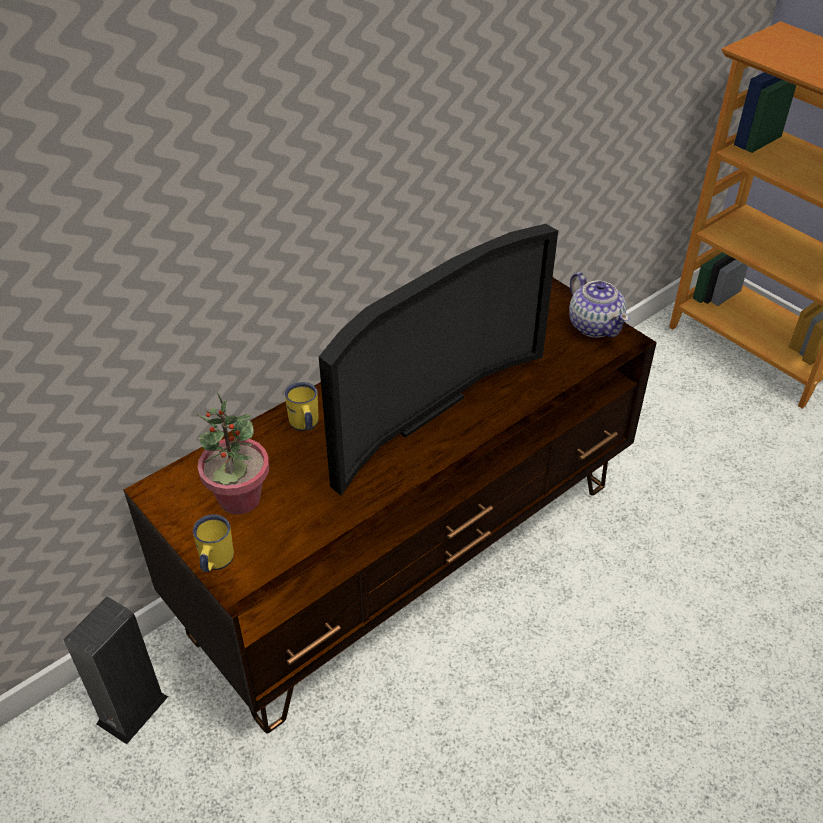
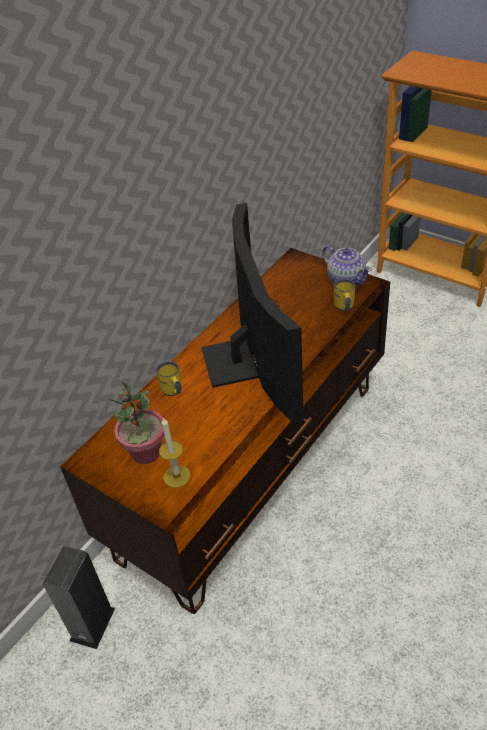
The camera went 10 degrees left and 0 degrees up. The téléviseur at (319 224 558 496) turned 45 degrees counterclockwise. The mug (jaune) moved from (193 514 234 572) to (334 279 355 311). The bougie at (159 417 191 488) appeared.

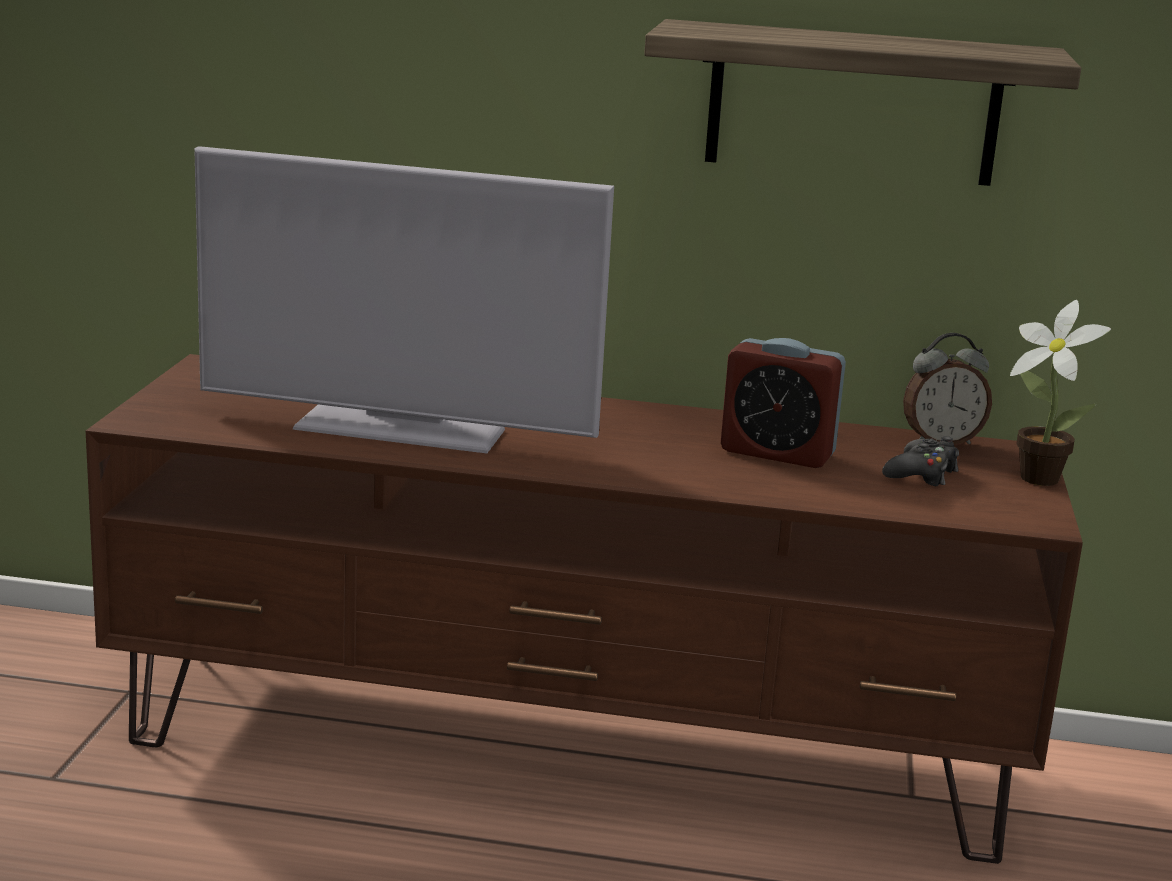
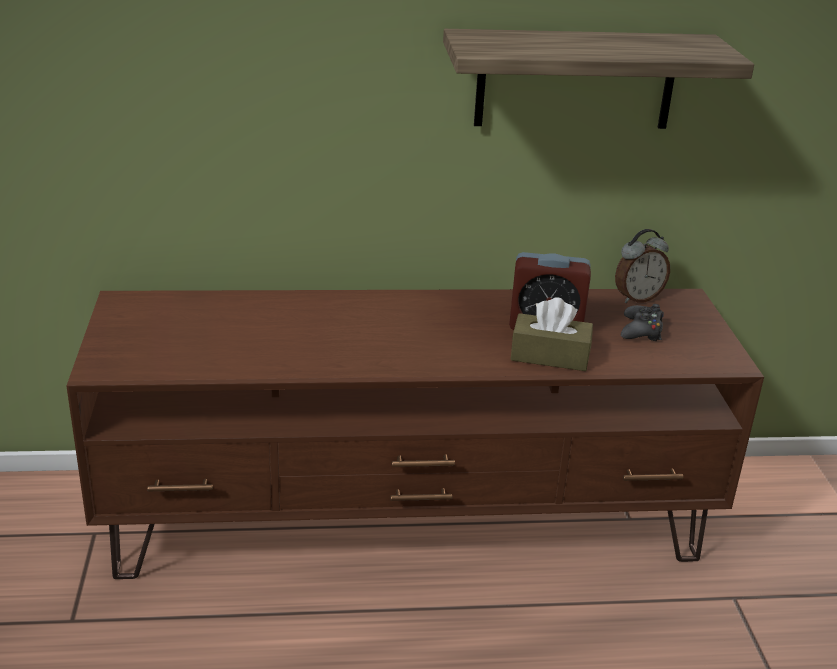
The camera went 15 degrees left and 10 degrees up. The téléviseur at (194 146 614 453) disappeared. The plante en pot at (1010 300 1111 486) disappeared. The boîte à mouchoirs (marron) at (511 297 593 371) appeared.

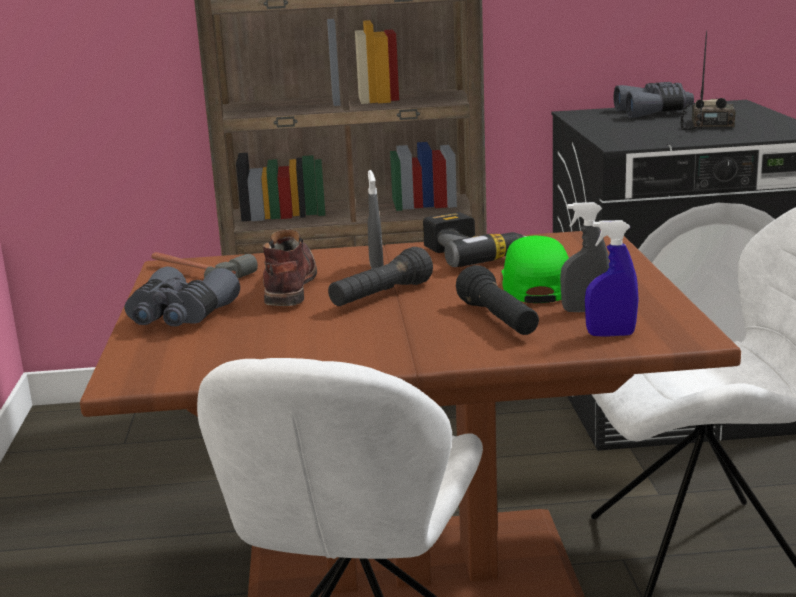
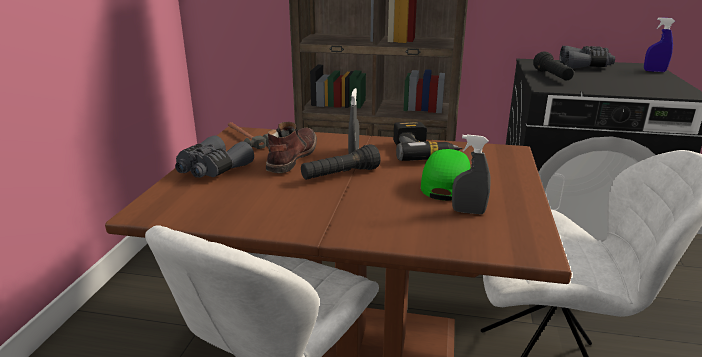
The camera went 15 degrees right and 5 degrees up. The radio at (680 31 735 130) disappeared. The vaporisateur (bleu) moved from (585 220 639 337) to (644 17 675 72). The lampe de poche (noir) moved from (456 265 539 335) to (533 51 574 81).

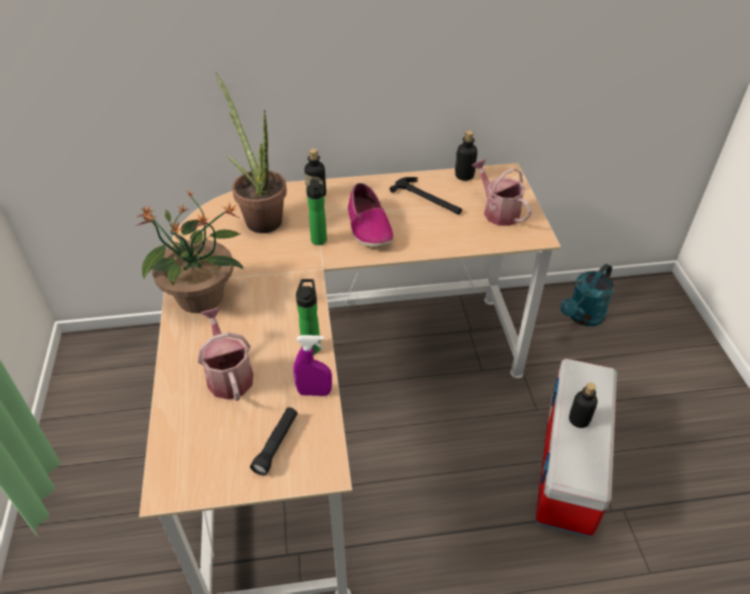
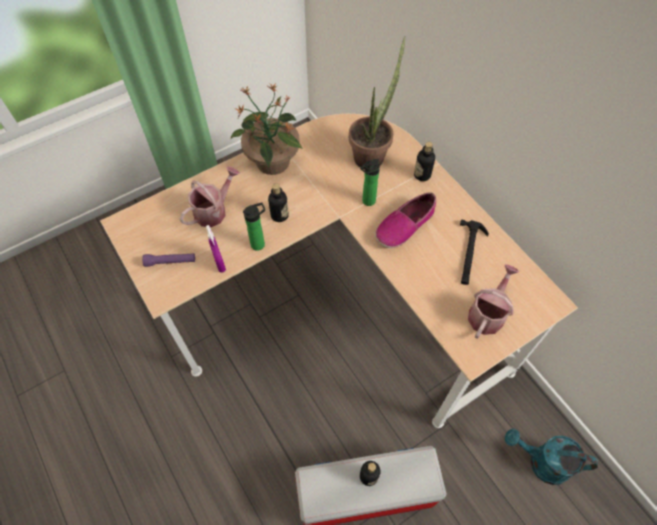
The camera went 65 degrees right and 15 degrees up. The bouteille moved from (455 131 478 181) to (268 183 289 222). The lampe de poche (noir) at (250 407 297 476) became the lampe de poche (violet) at (142 253 195 267).

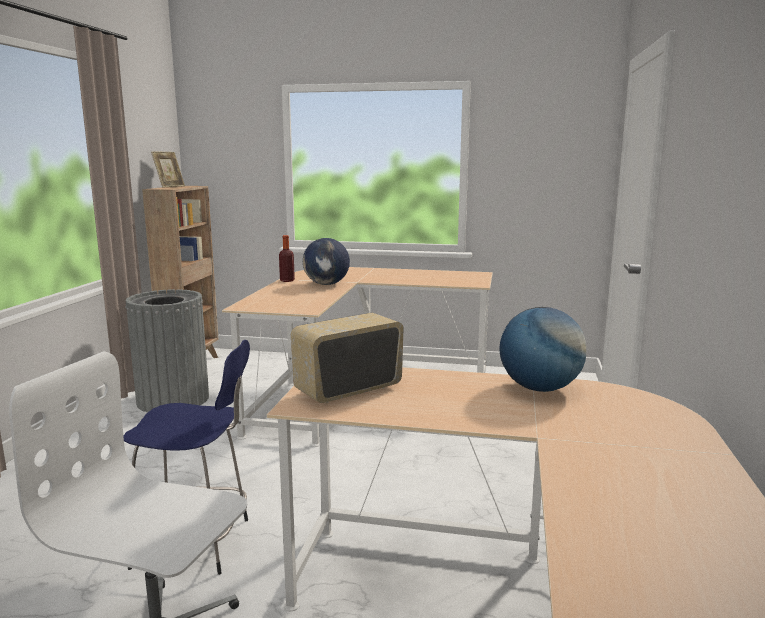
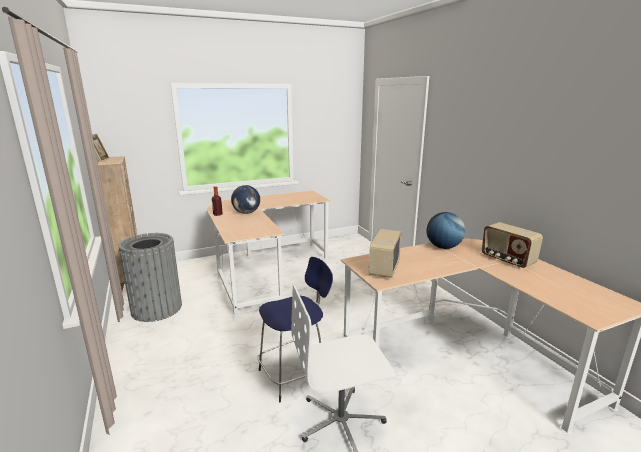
The camera went 35 degrees left and 5 degrees up. The radio at (482 222 543 268) appeared.

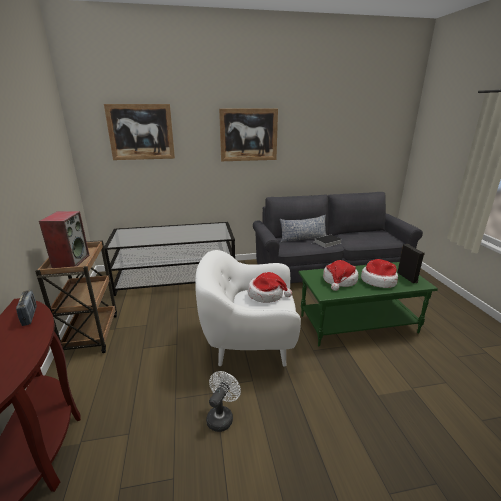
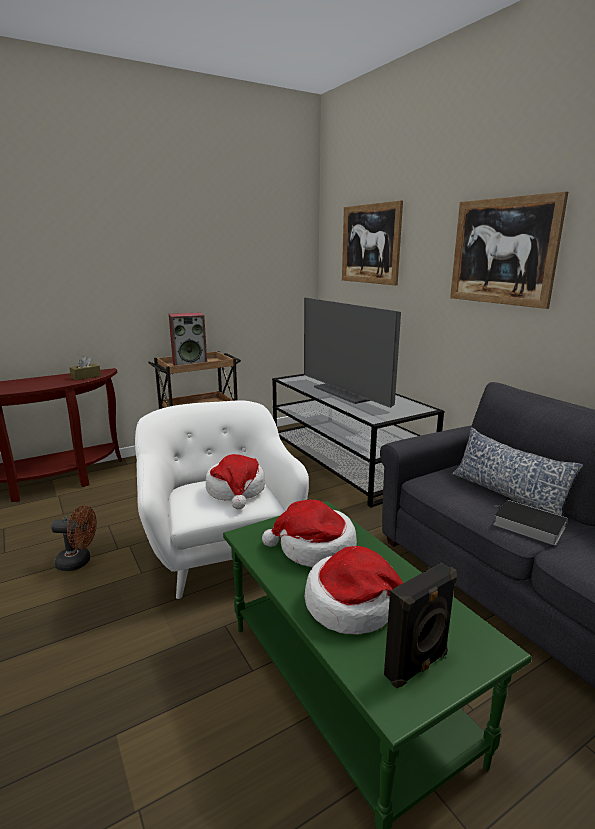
The camera went 70 degrees right and 5 degrees down. The radio at (16 290 37 326) was replaced by the boîte à mouchoirs (marron) at (69 356 101 380). The ventilateur (blanc) at (206 371 241 432) became the ventilateur (marron) at (51 505 97 571). The téléviseur at (304 298 401 408) appeared.

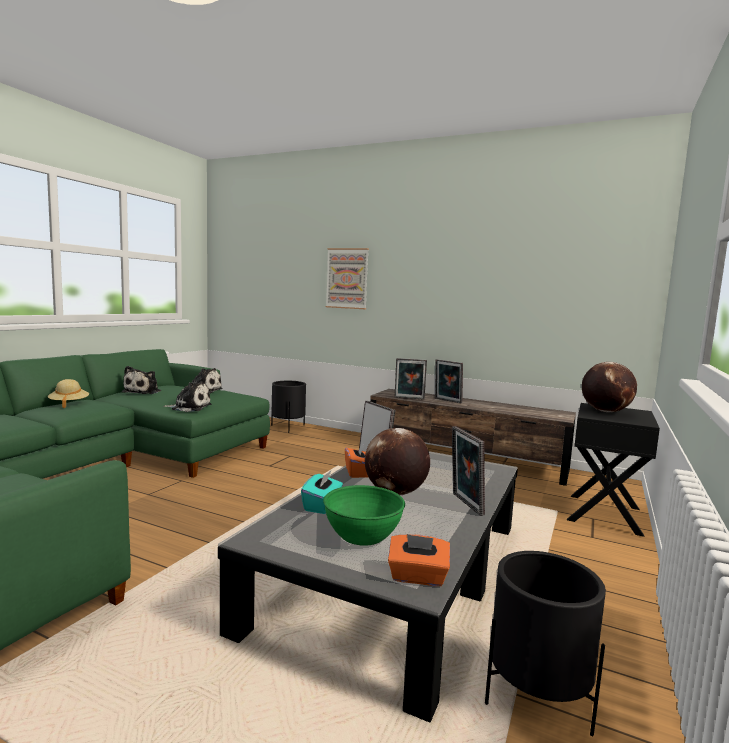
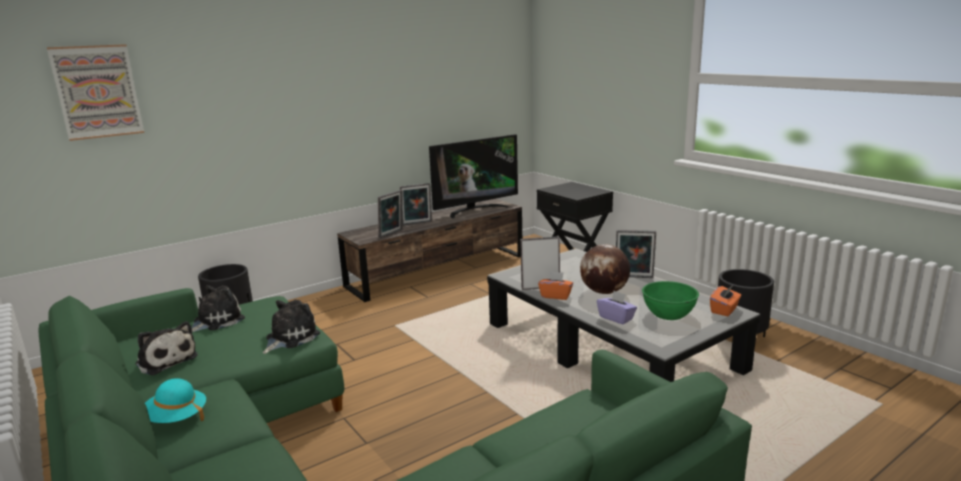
The camera went 60 degrees left and 10 degrees up. The tableau moved from (326 248 369 309) to (47 44 144 141). The globe at (582 362 637 412) disappeared. The chapeau (beige) at (48 379 89 408) became the chapeau (turquoise) at (145 379 206 423). The boîte à mouchoirs (turquoise) at (301 470 343 514) became the boîte à mouchoirs (violet) at (597 291 637 325). The téléviseur at (429 134 518 219) appeared.

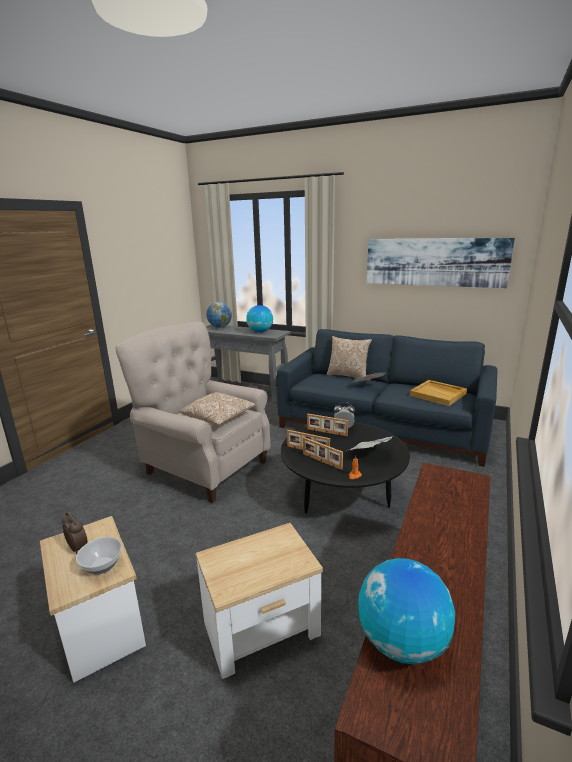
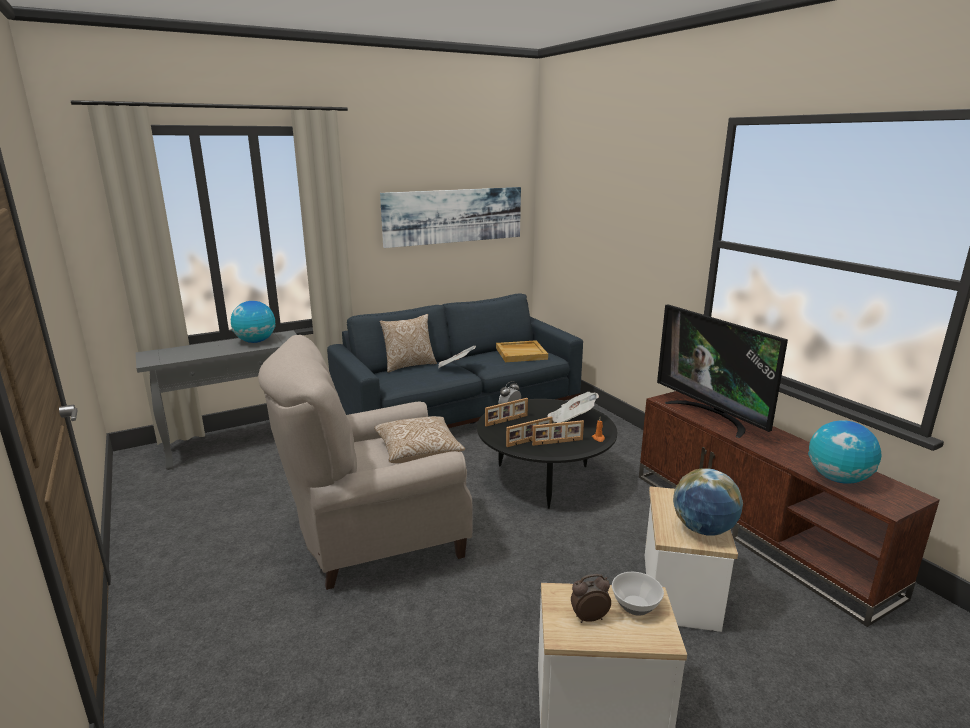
The camera went 55 degrees left and 0 degrees up. The globe moved from (206 302 232 328) to (673 469 743 536). The téléviseur at (657 304 788 438) appeared.

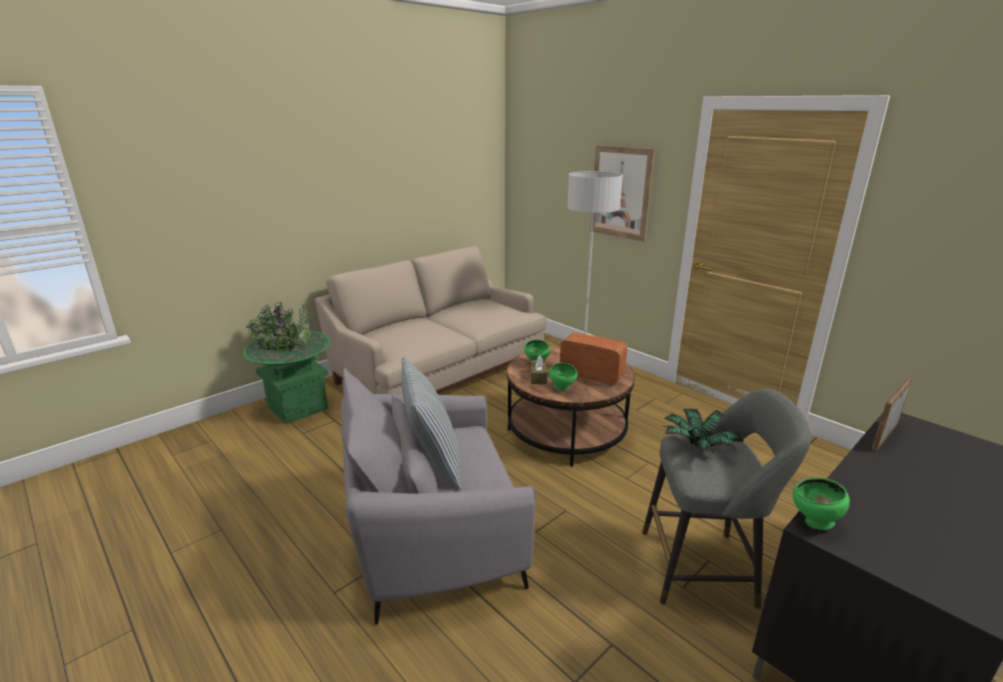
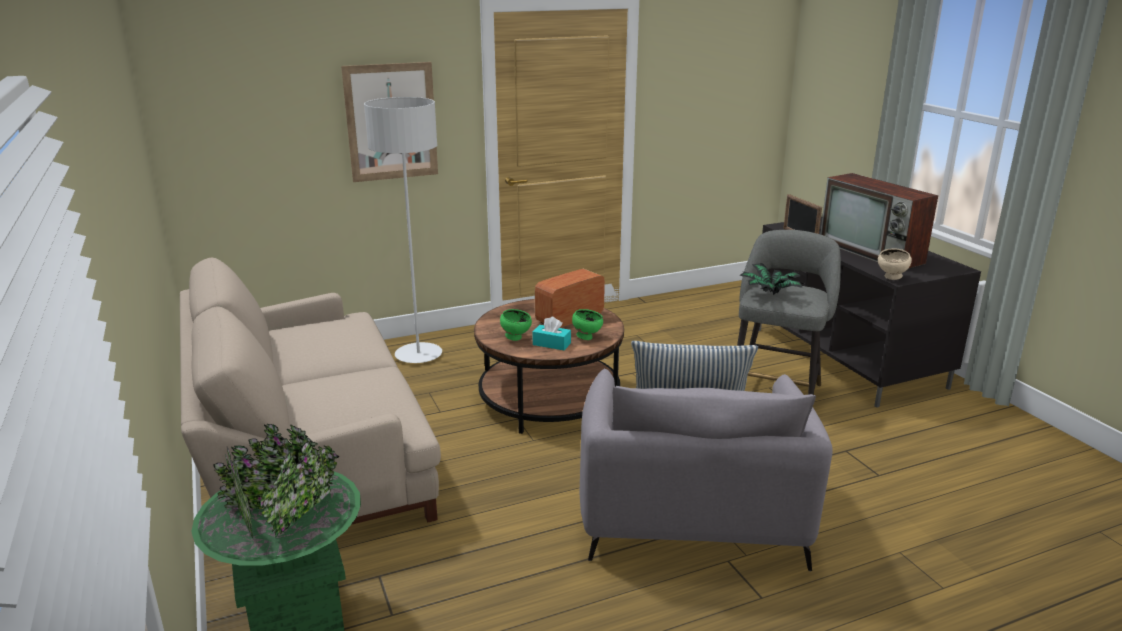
The camera went 70 degrees left and 0 degrees up. The boîte à mouchoirs (marron) at (531 355 547 384) became the boîte à mouchoirs (turquoise) at (533 317 571 350). The bol (vert) at (793 477 850 530) became the bol (beige) at (878 248 912 280). The téléviseur at (820 173 938 269) appeared.

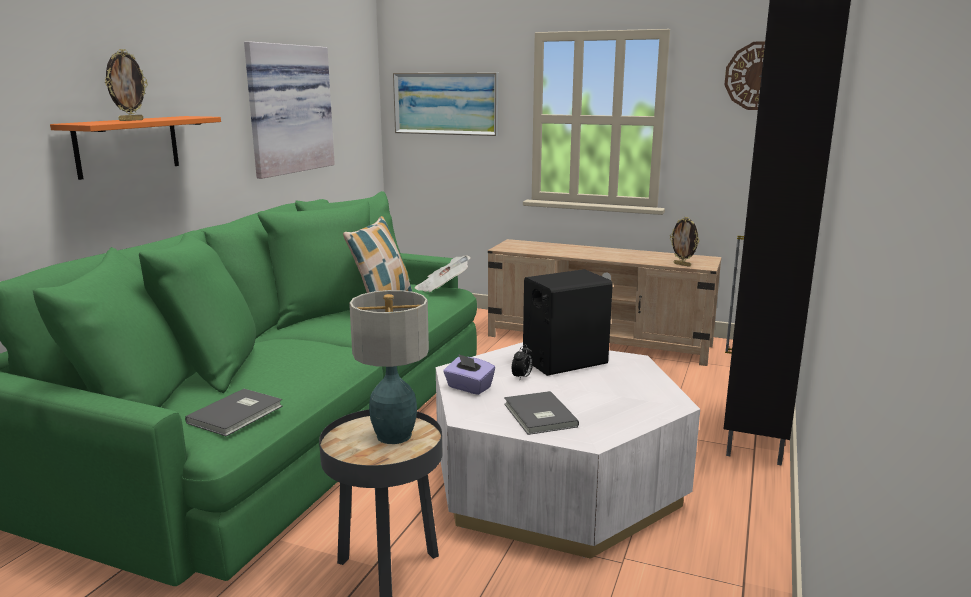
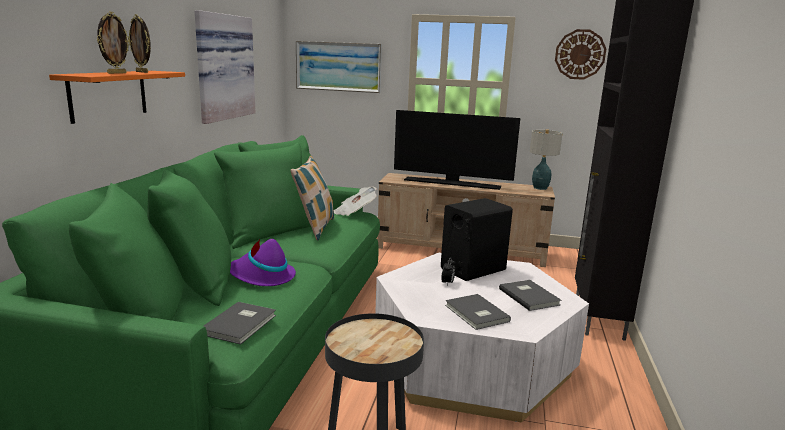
The camera went 10 degrees left and 0 degrees up. The cadre photo moved from (670 217 699 267) to (128 14 151 73). The lampe de table moved from (349 290 429 444) to (530 129 562 190). The boîte à mouchoirs (violet) at (443 354 495 395) disappeared. The téléviseur at (394 110 520 190) appeared. The chapeau (violet) at (230 239 296 286) appeared. The livre (gris) at (499 280 562 311) appeared.

